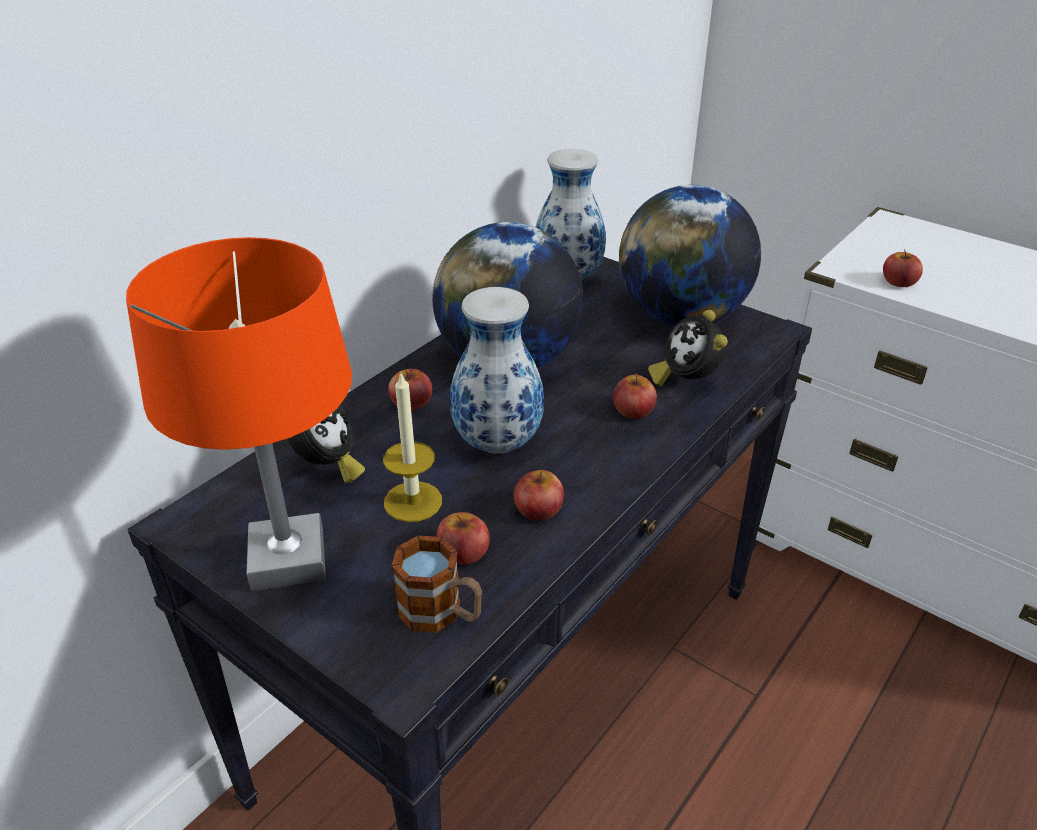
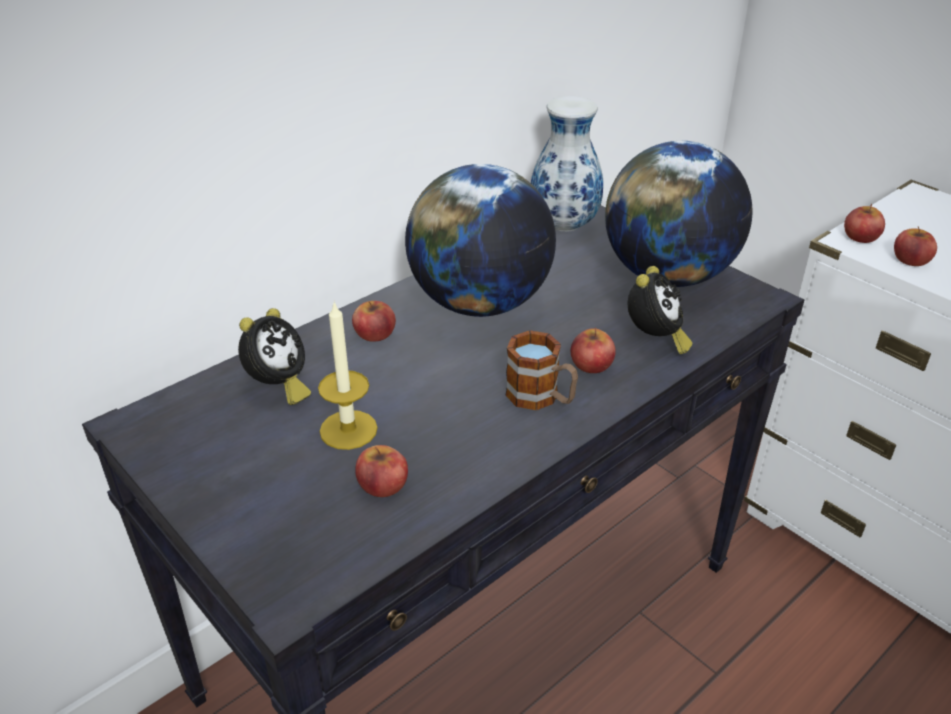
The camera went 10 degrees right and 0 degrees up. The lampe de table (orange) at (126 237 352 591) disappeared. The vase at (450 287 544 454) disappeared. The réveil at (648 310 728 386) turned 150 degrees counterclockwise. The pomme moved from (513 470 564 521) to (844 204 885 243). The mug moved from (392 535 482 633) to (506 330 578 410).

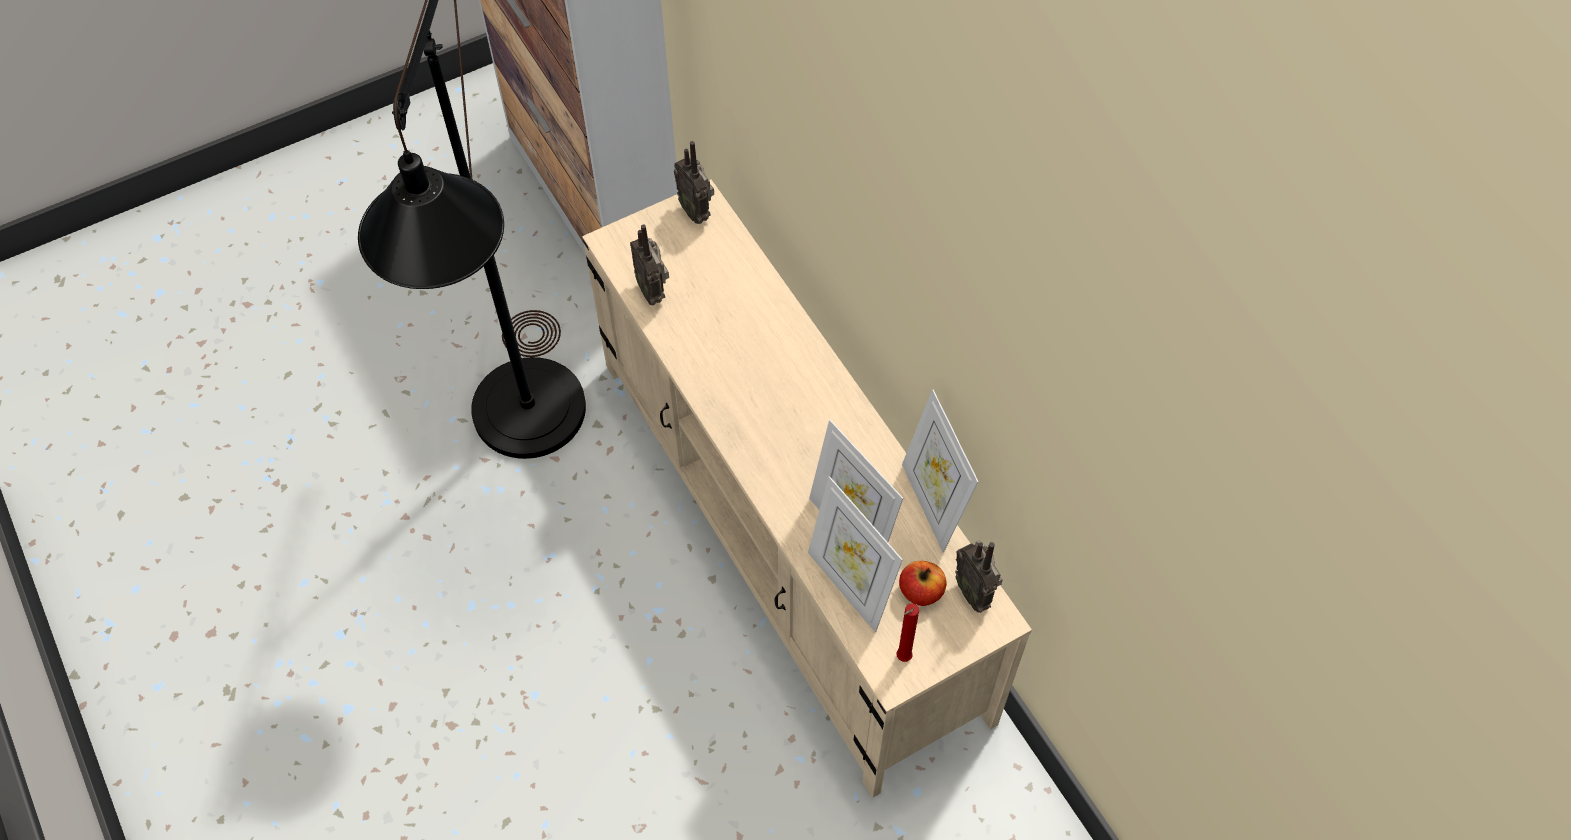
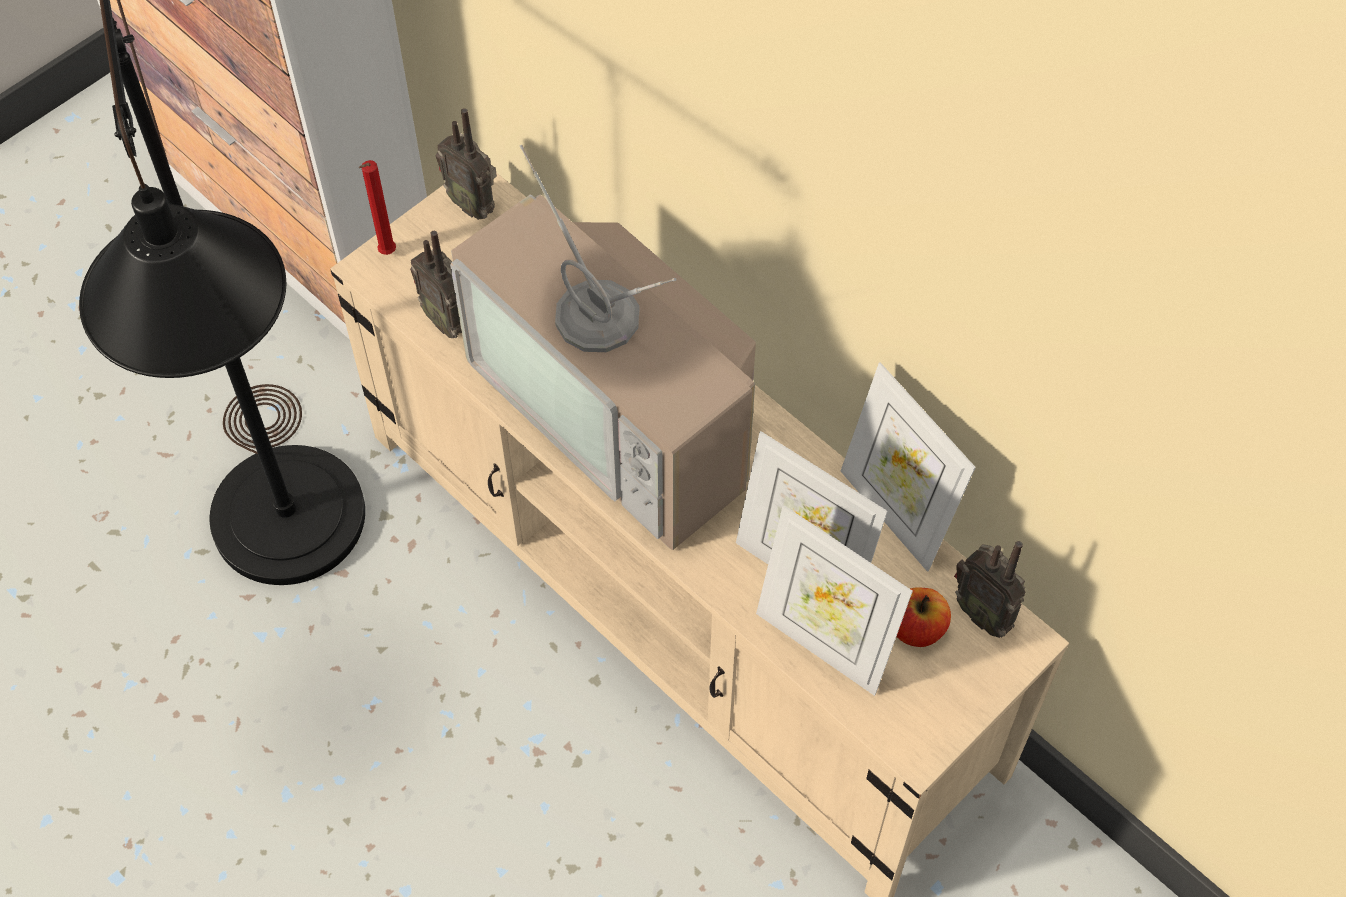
The camera went 15 degrees left and 0 degrees up. The bougie (rouge) moved from (896 603 919 662) to (359 160 396 255). The téléviseur at (450 145 756 550) appeared.

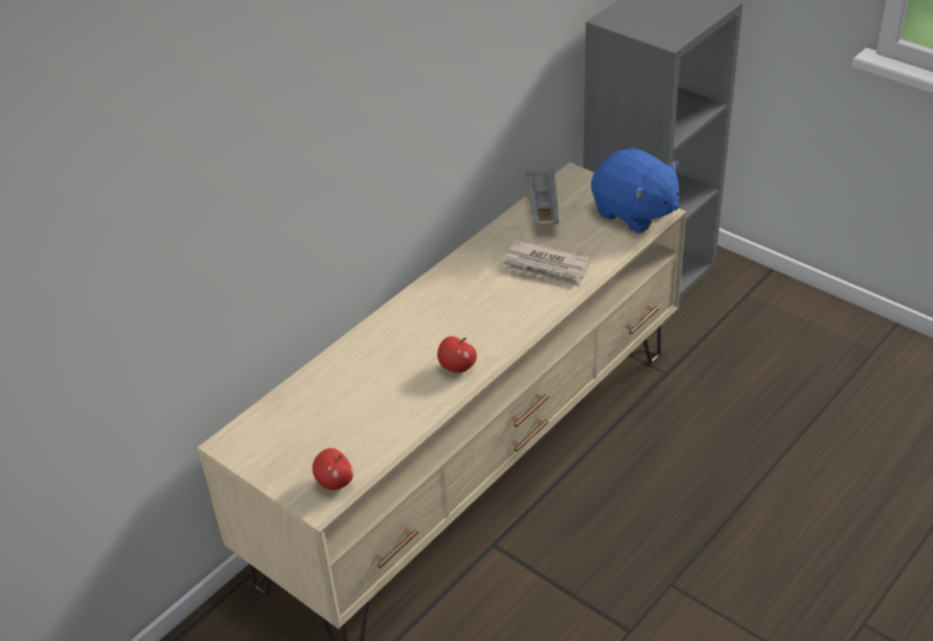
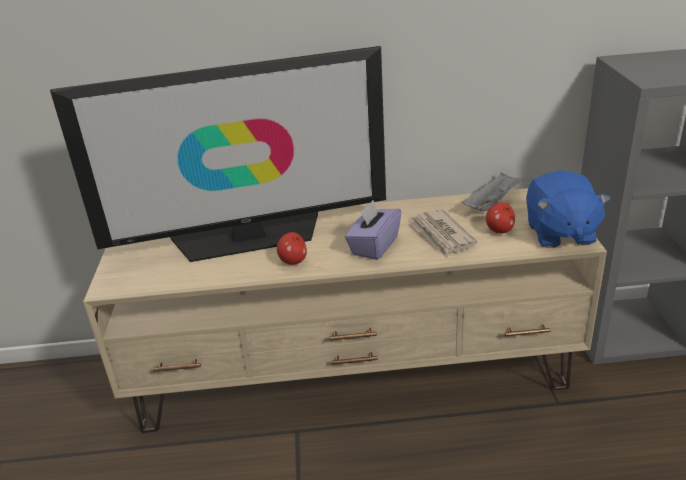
The camera went 45 degrees right and 10 degrees down. The pomme moved from (312 448 353 490) to (486 202 515 234). The téléviseur at (50 46 386 262) appeared. The boîte à mouchoirs (violet) at (345 200 401 260) appeared.

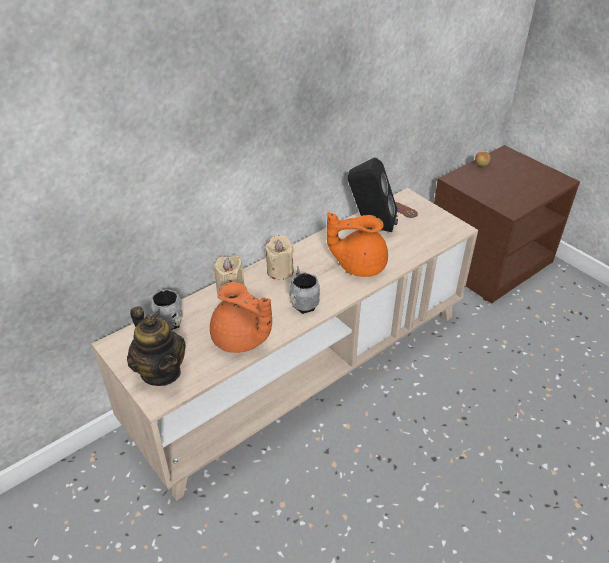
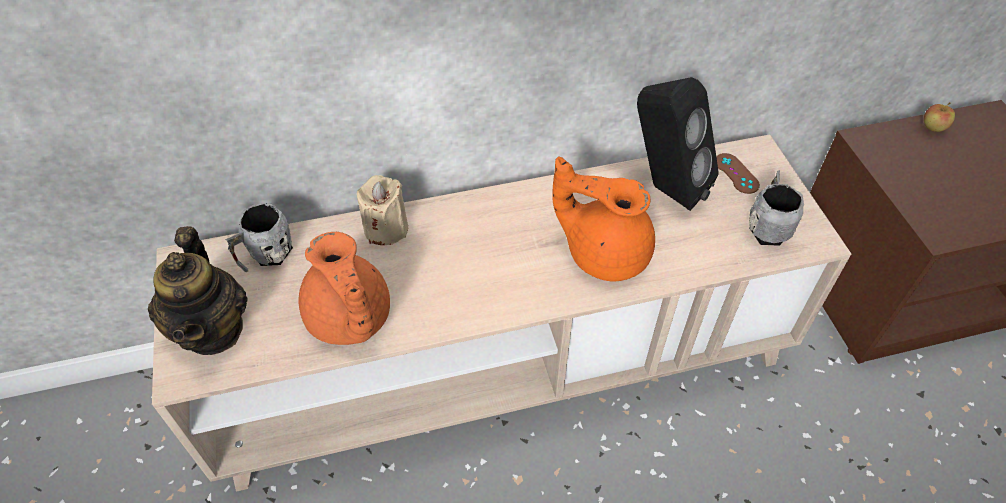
The camera went 25 degrees right and 10 degrees up. The bougie (beige) at (265 235 294 280) disappeared. The mug (gris) moved from (289 266 320 314) to (749 170 804 246).

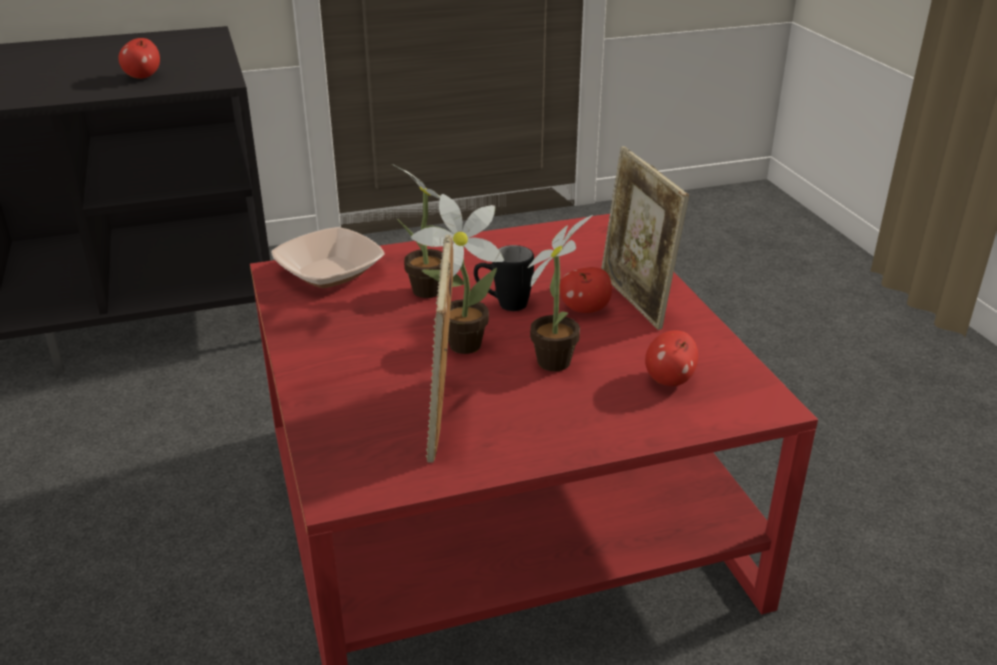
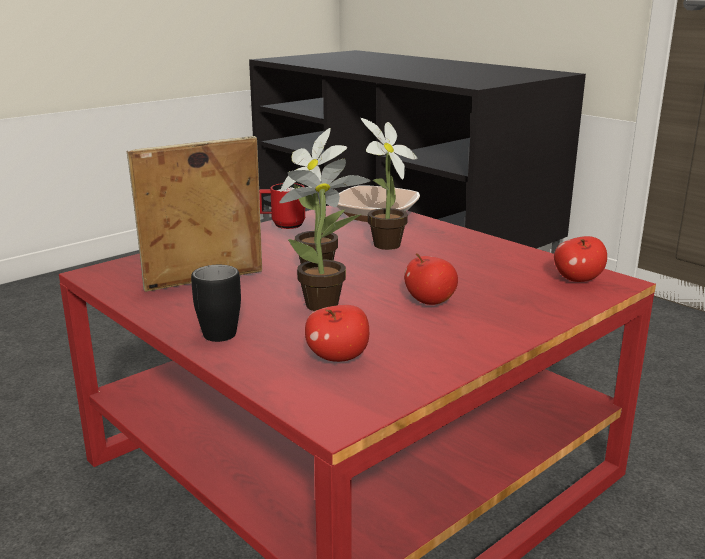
The camera went 65 degrees right and 10 degrees down. The pomme moved from (118 38 160 79) to (554 236 607 282). The cadre photo at (601 146 689 330) disappeared. The mug (noir) moved from (474 245 534 311) to (191 265 241 342). The mug (rouge) at (259 183 305 229) appeared.

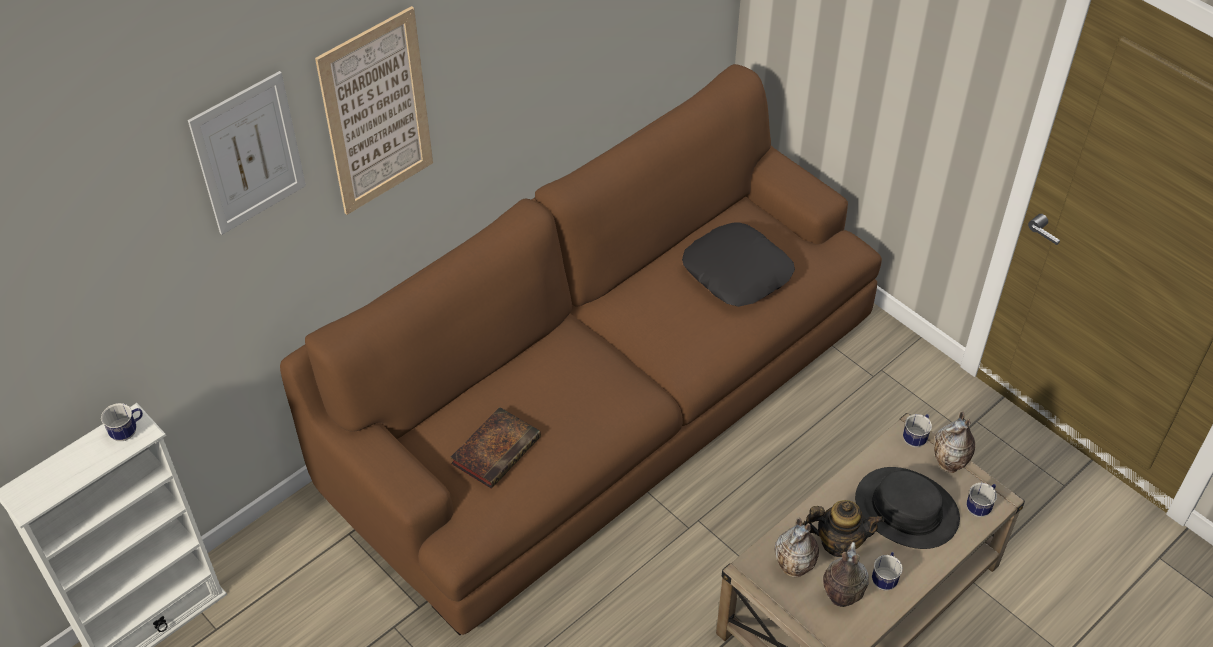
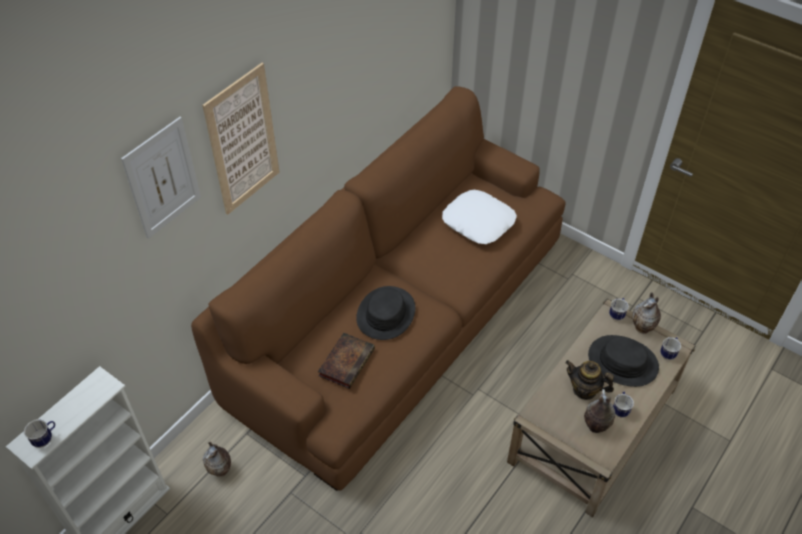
The camera went 10 degrees left and 0 degrees up. The coussin (noir) at (682 223 795 307) became the coussin (blanc) at (442 190 517 244). The mug moved from (101 403 143 441) to (24 419 55 448). The théière at (803 500 884 557) turned 150 degrees counterclockwise. The vase moved from (774 517 819 577) to (203 442 231 477). The chapeau (noir) at (356 286 415 340) appeared.

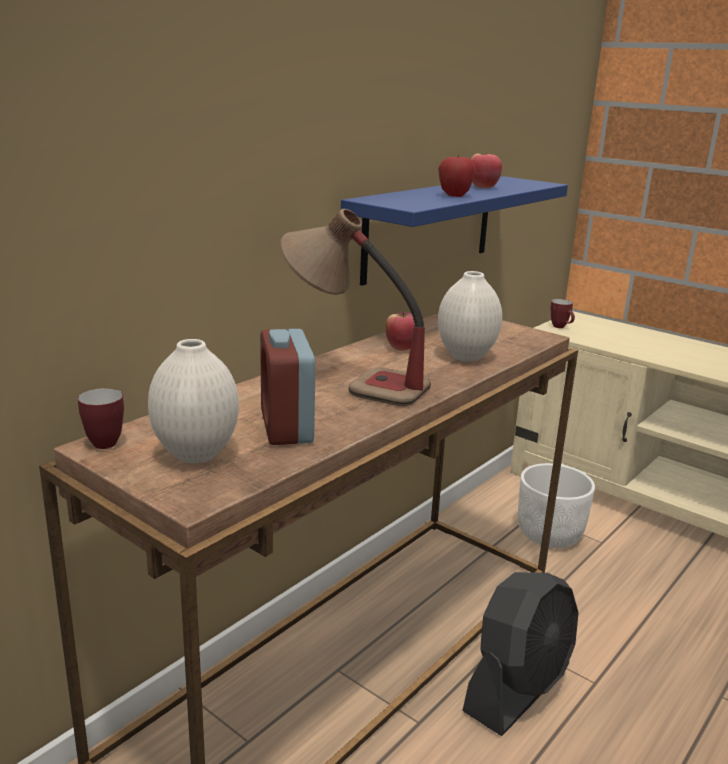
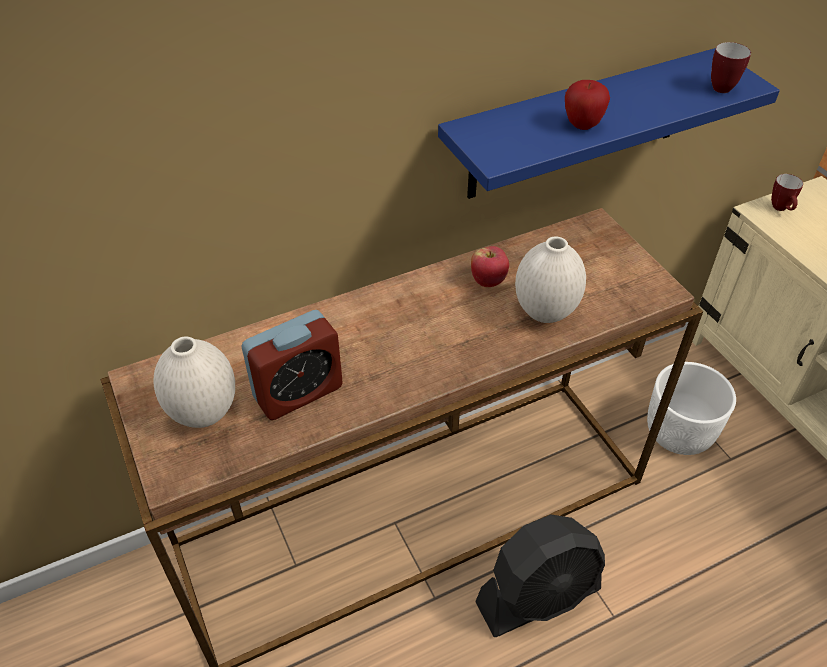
The camera went 25 degrees right and 25 degrees up. The pomme at (471 152 502 188) disappeared. The lampe de table at (279 209 431 406) disappeared. The réveil at (260 329 316 445) turned 135 degrees counterclockwise. The mug moved from (78 388 124 449) to (711 42 751 93).

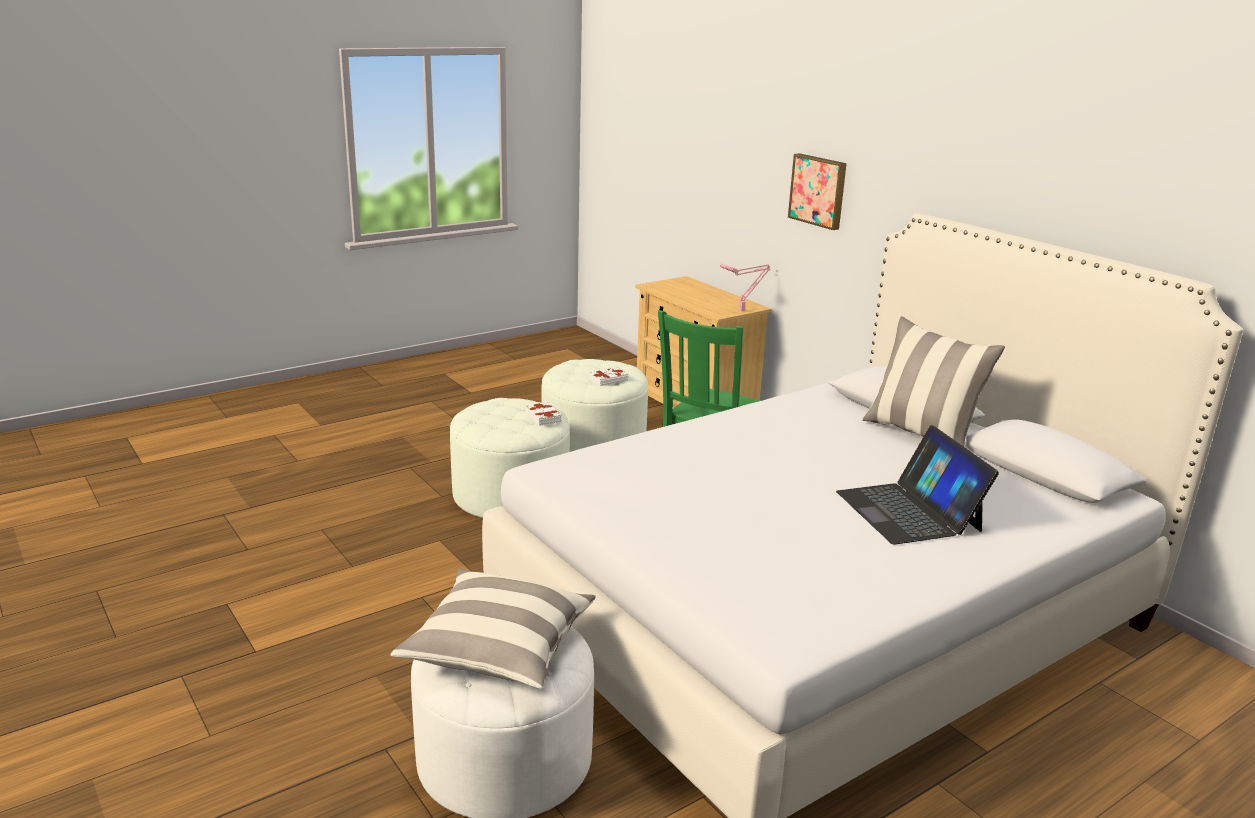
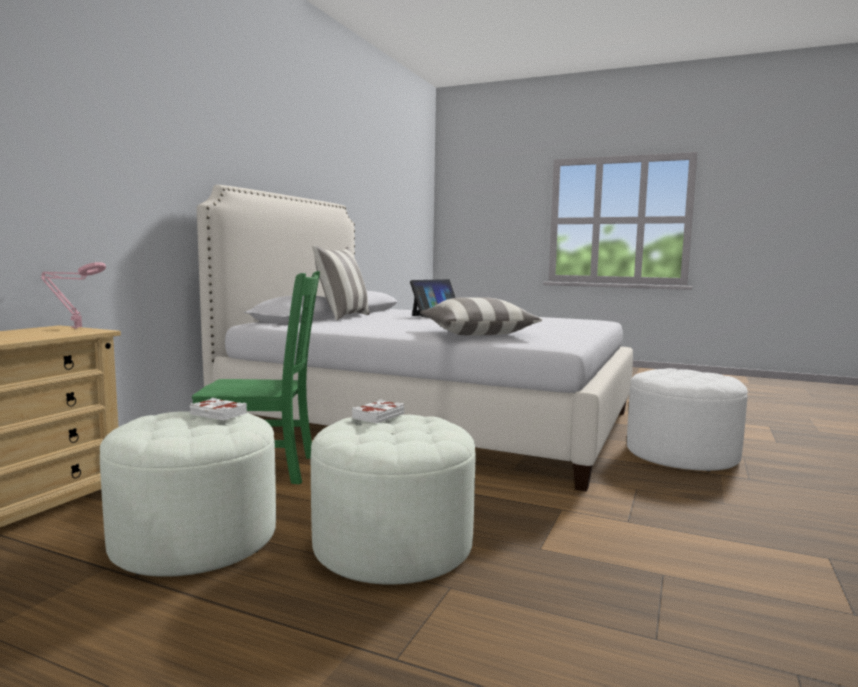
The camera went 120 degrees left and 15 degrees down. The tableau at (788 153 847 230) disappeared. The coussin moved from (390 569 595 689) to (420 297 542 335).

